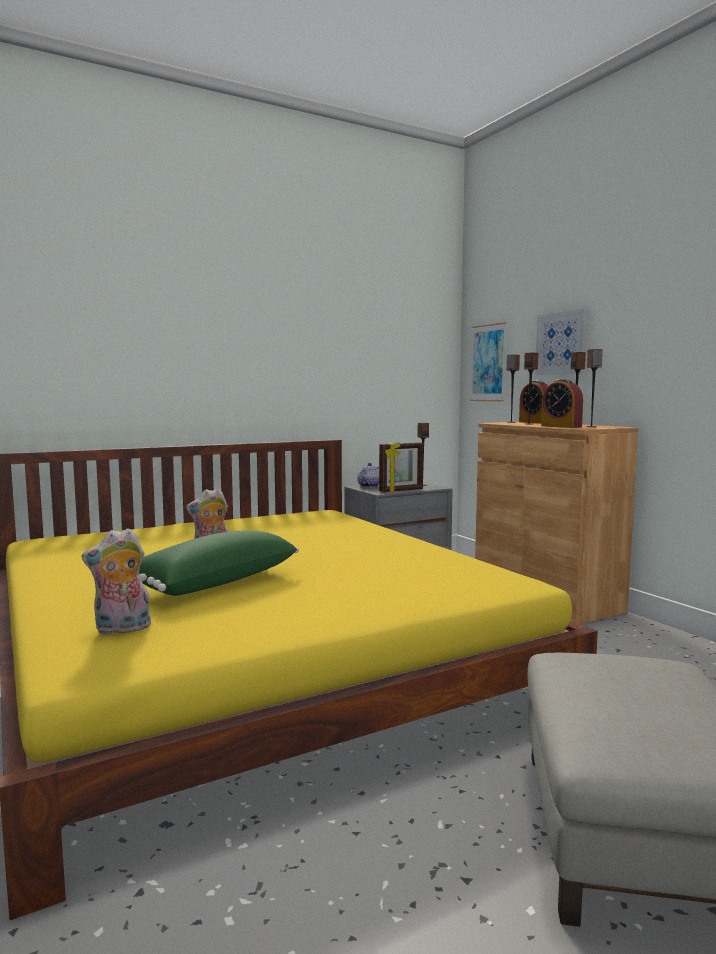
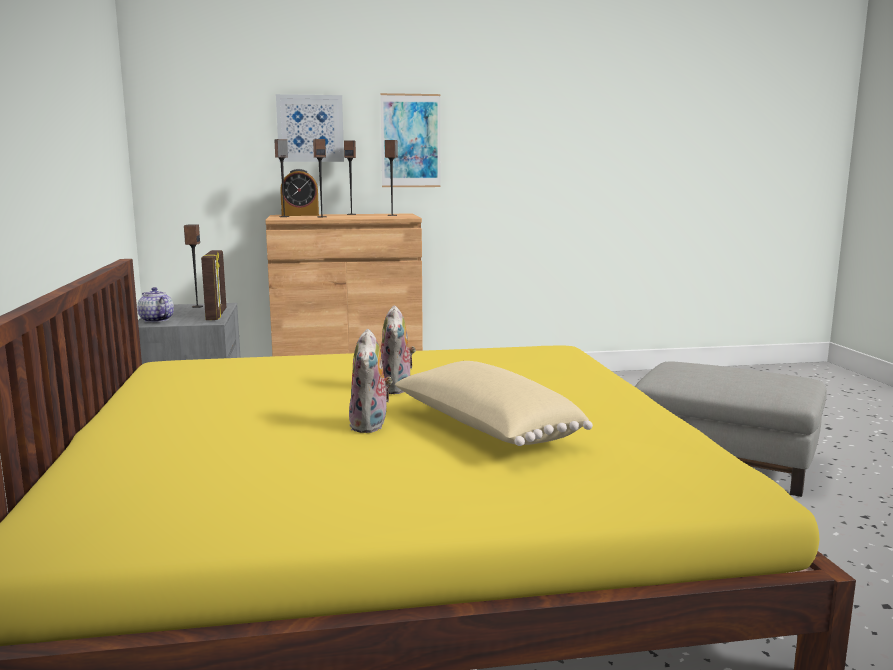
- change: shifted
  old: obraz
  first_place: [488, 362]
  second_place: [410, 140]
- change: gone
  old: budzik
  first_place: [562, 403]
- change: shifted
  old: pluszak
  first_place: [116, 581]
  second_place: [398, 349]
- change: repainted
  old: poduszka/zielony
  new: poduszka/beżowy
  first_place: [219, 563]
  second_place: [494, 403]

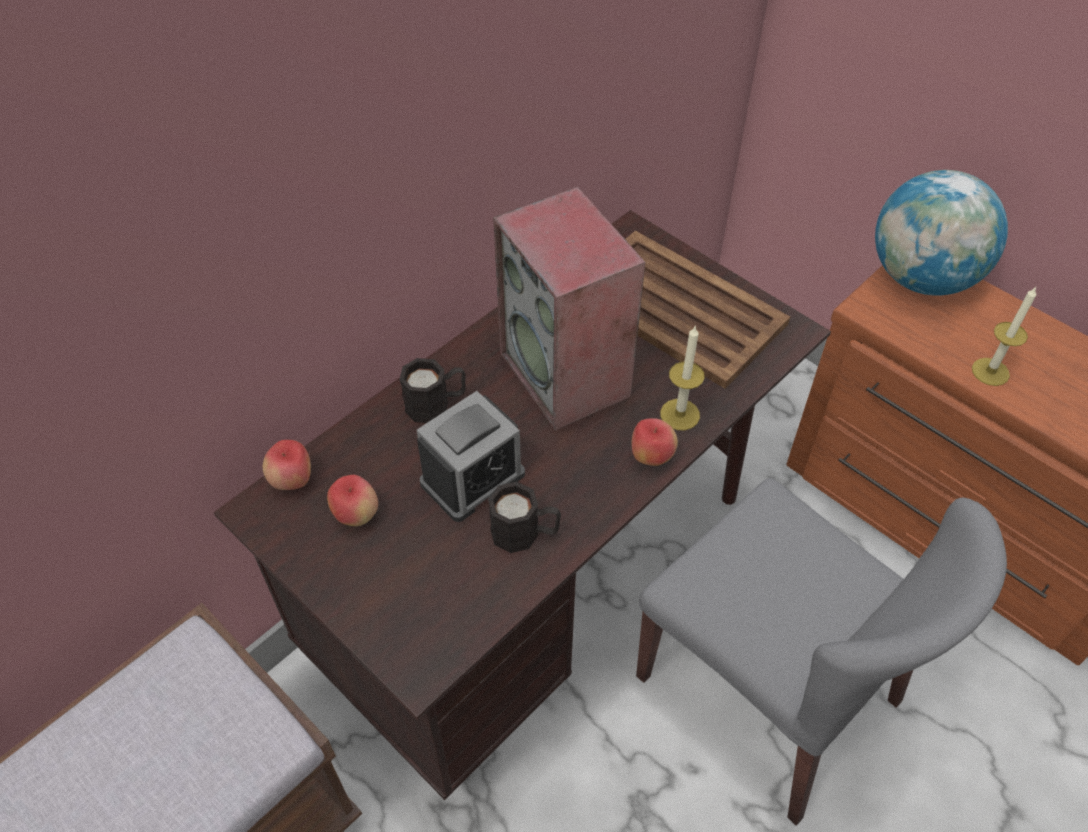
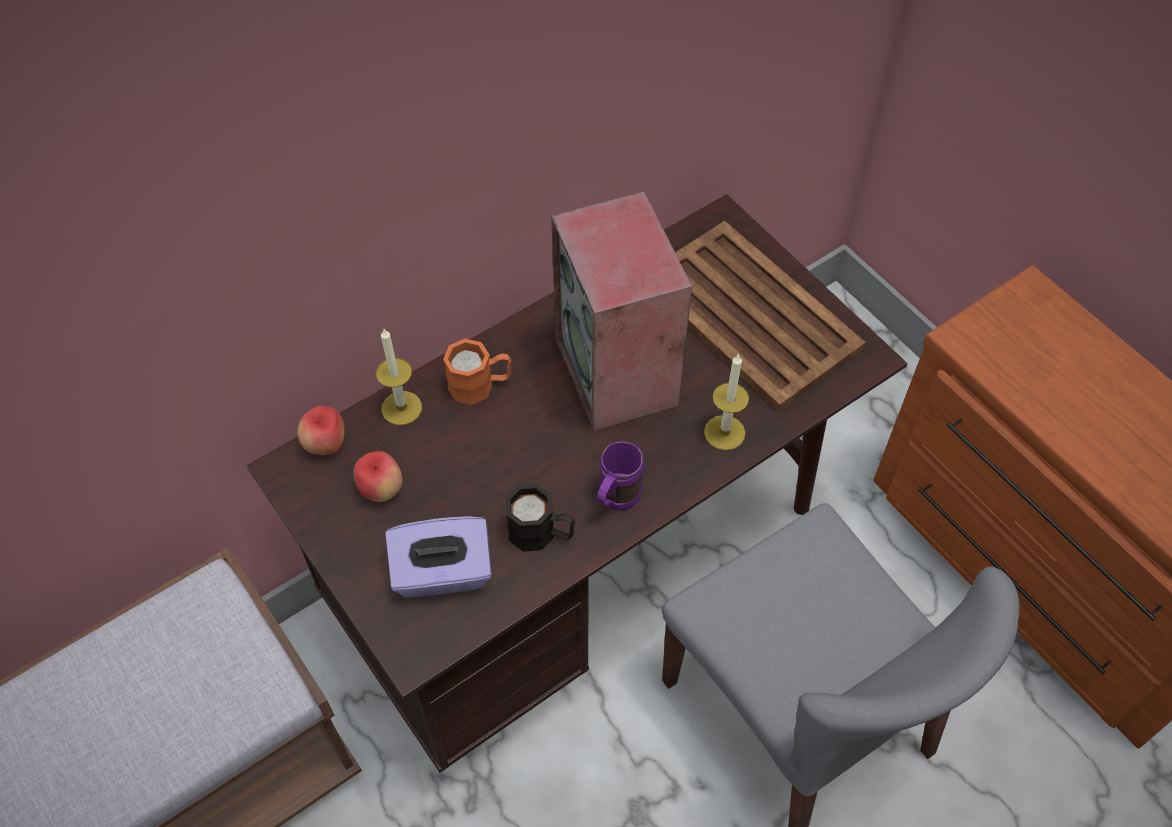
- change: gone
  old: globus
  first_place: [941, 233]
- change: shifted
  old: świeca
  first_place: [1004, 336]
  second_place: [399, 377]
- change: repainted
  old: kubek/czarny
  new: kubek/pomarańczowy
  first_place: [432, 390]
  second_place: [477, 372]
- change: gone
  old: budzik
  first_place: [471, 456]
- change: gone
  old: jabłko
  first_place: [655, 442]
- change: new
  new: kubek/fioletowy
  second_place: [620, 476]
- change: new
  new: pudełko chusteczek/fioletowy
  second_place: [438, 557]

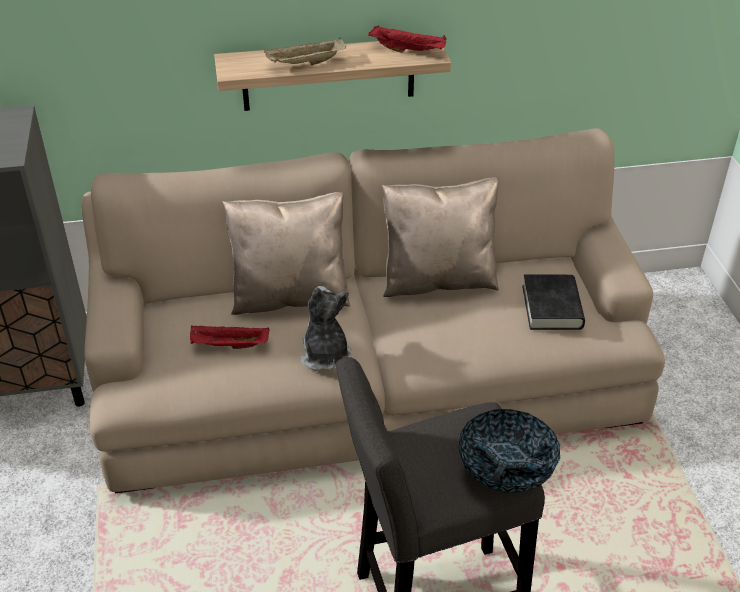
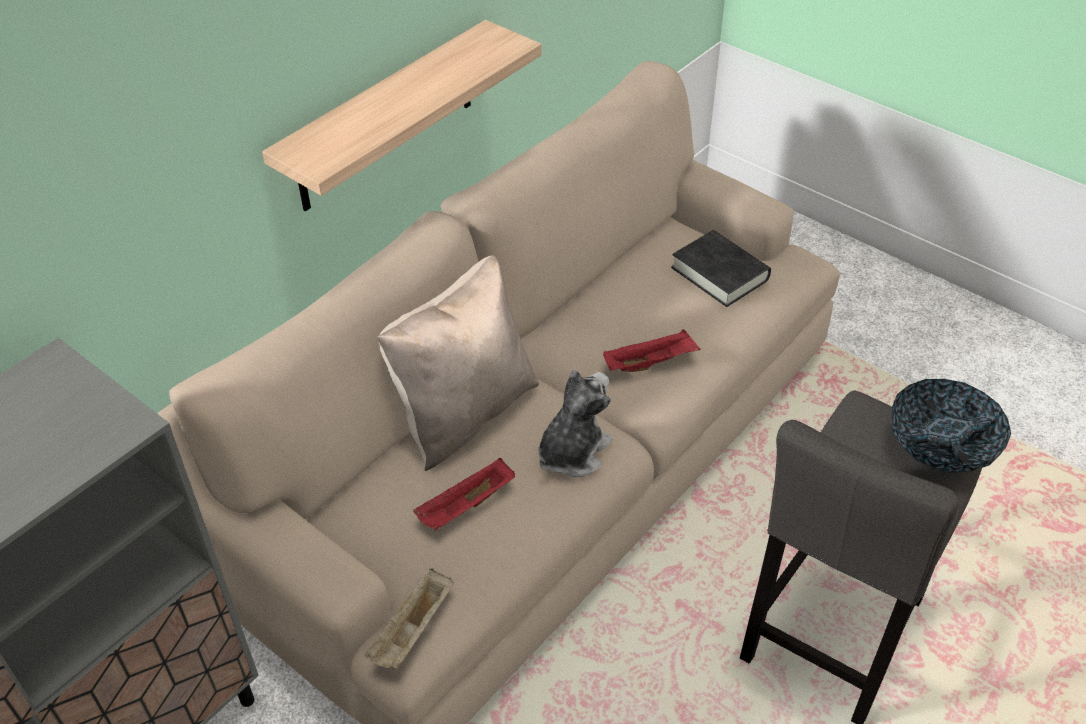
- change: shifted
  old: taca/czerwony
  first_place: [407, 39]
  second_place: [652, 350]
- change: shifted
  old: taca/beżowy
  first_place: [305, 51]
  second_place: [409, 618]
- change: gone
  old: poduszka/beżowy
  first_place: [440, 237]
- change: rotated
  old: pluszak
  first_place: [326, 328]
  second_place: [575, 423]
  degrees: 90

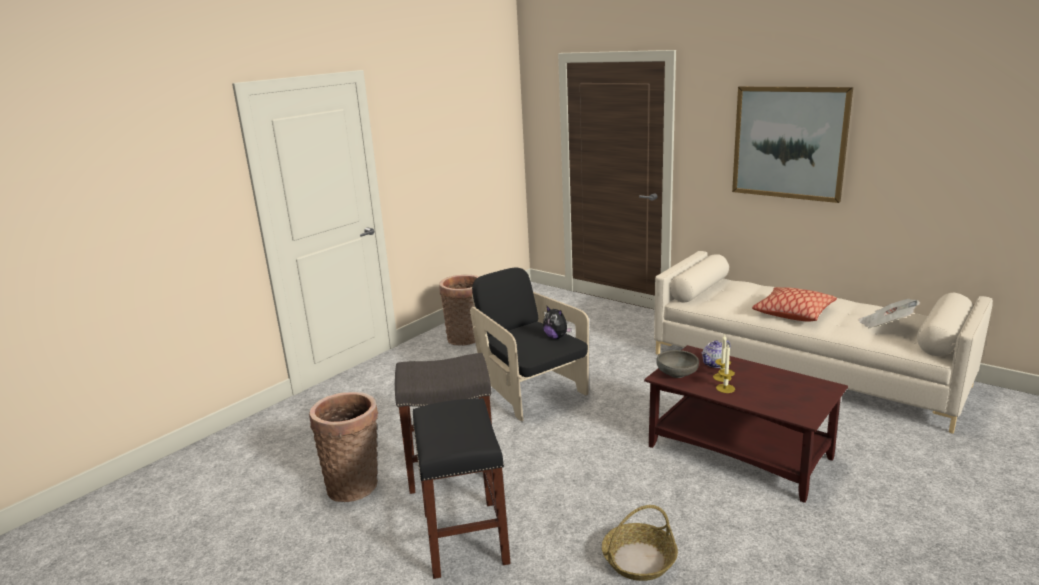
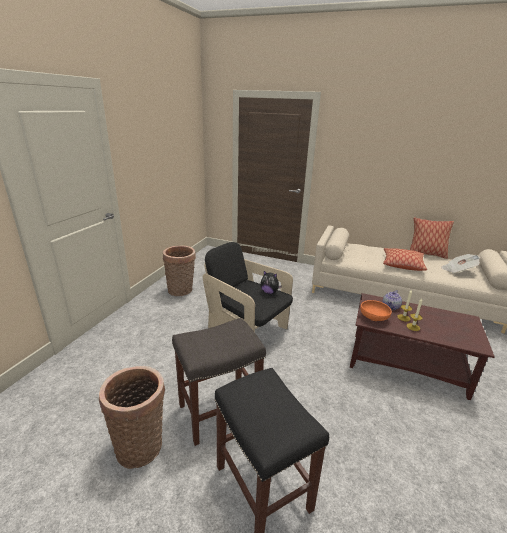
- change: gone
  old: obraz
  first_place: [792, 144]
- change: repainted
  old: miska/szary
  new: miska/pomarańczowy
  first_place: [677, 364]
  second_place: [376, 310]
- change: gone
  old: koszyk
  first_place: [640, 543]
- change: new
  new: poduszka
  second_place: [432, 238]

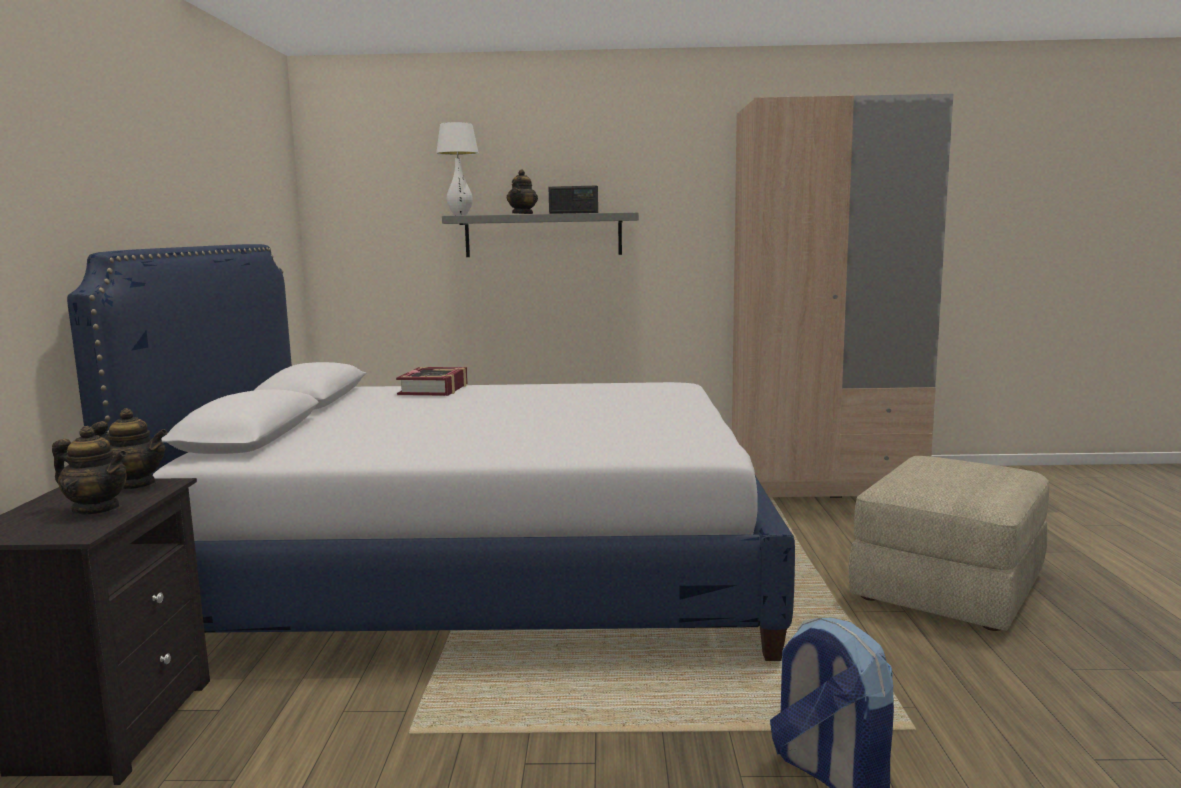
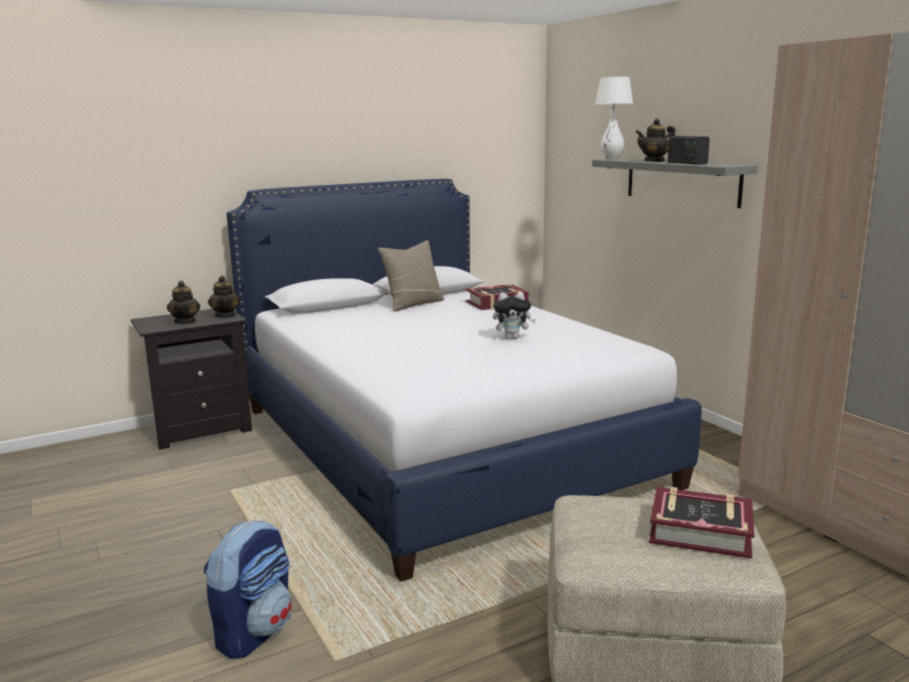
- change: new
  new: poduszka/beżowy
  second_place: [411, 275]
- change: new
  new: pluszak
  second_place: [514, 315]
- change: new
  new: książka
  second_place: [701, 523]

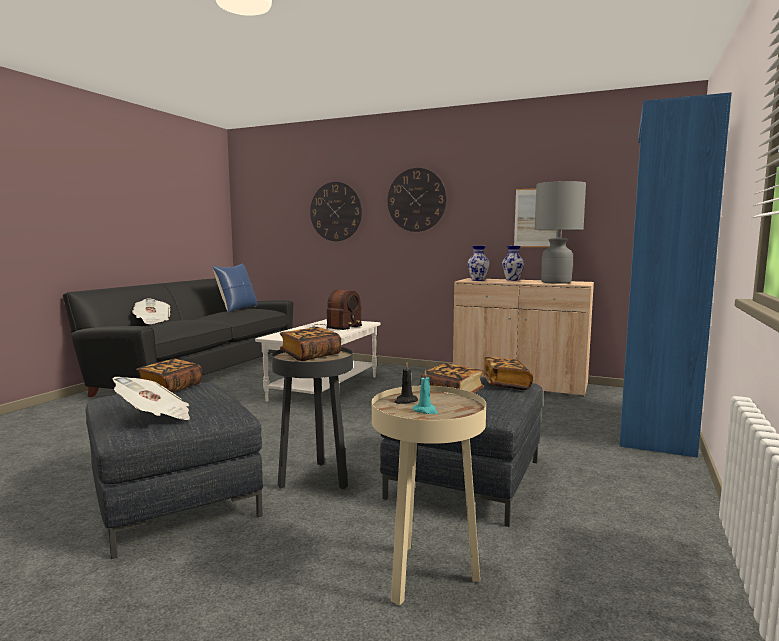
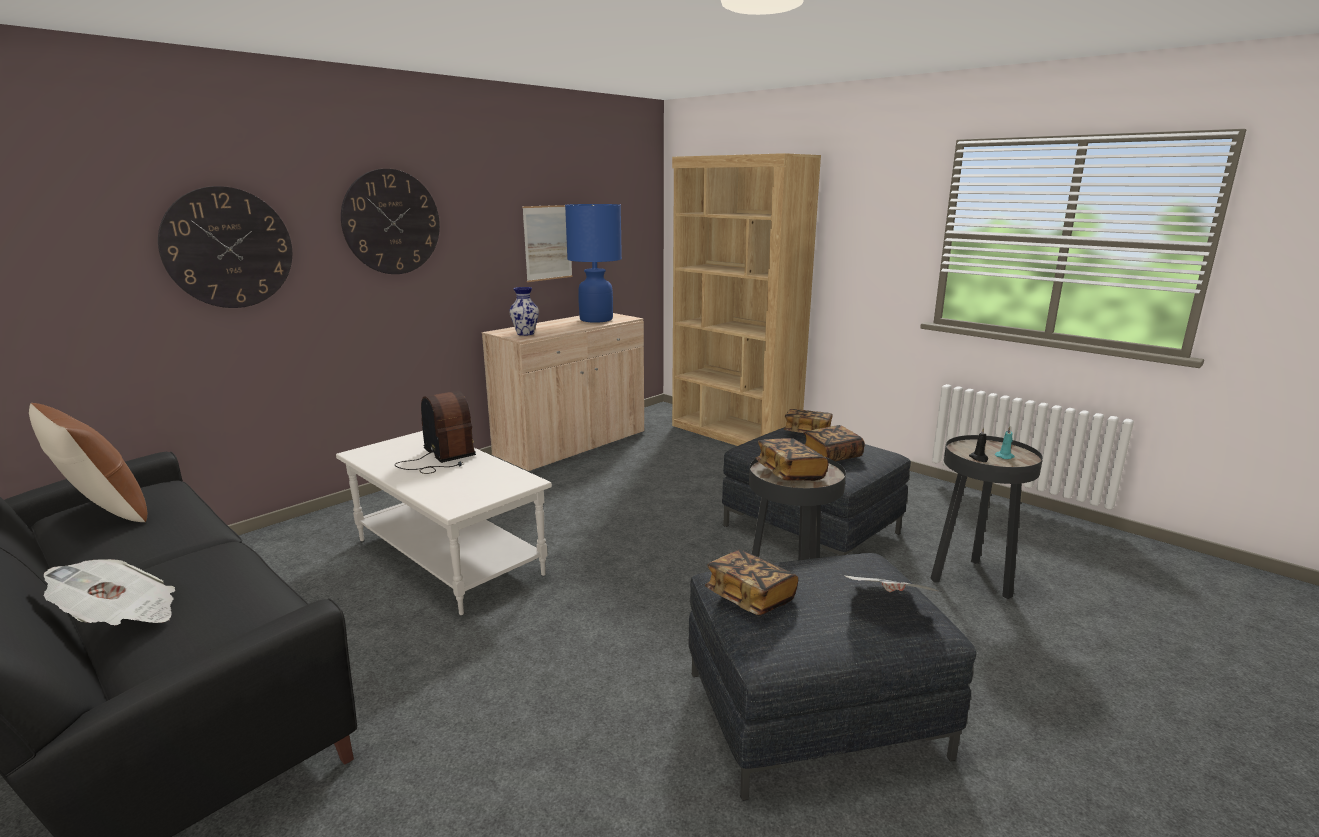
- change: repainted
  old: regał/niebieski
  new: regał/brązowy
  first_place: [676, 275]
  second_place: [746, 299]
- change: repainted
  old: lampa stołowa/szary
  new: lampa stołowa/niebieski
  first_place: [560, 232]
  second_place: [593, 263]
- change: gone
  old: wazon
  first_place: [513, 263]
- change: repainted
  old: poduszka/niebieski
  new: poduszka/brązowy
  first_place: [234, 288]
  second_place: [88, 462]
- change: repainted
  old: stolik/beżowy
  new: stolik/czarny
  first_place: [429, 495]
  second_place: [987, 517]

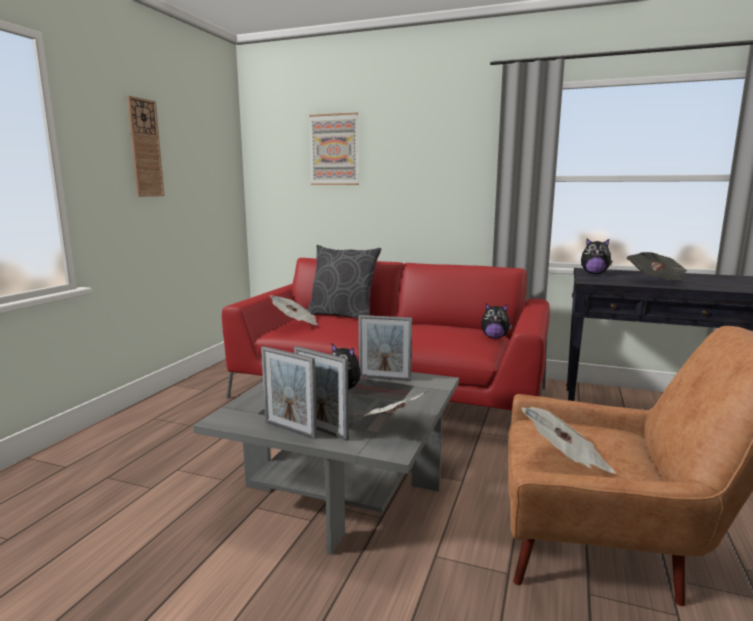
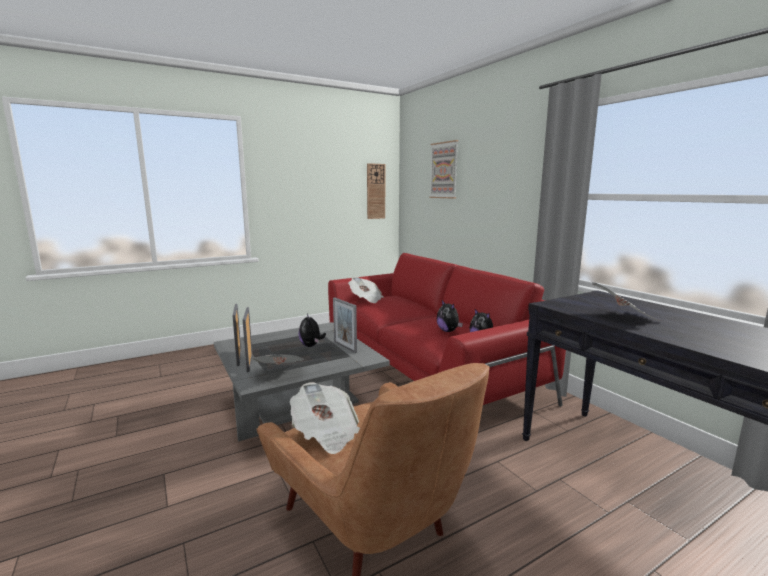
- change: shifted
  old: zegar ścienny
  first_place: [146, 146]
  second_place: [376, 191]
- change: shifted
  old: pluszak
  first_place: [597, 256]
  second_place: [450, 316]
- change: gone
  old: poduszka/szary
  first_place: [343, 281]

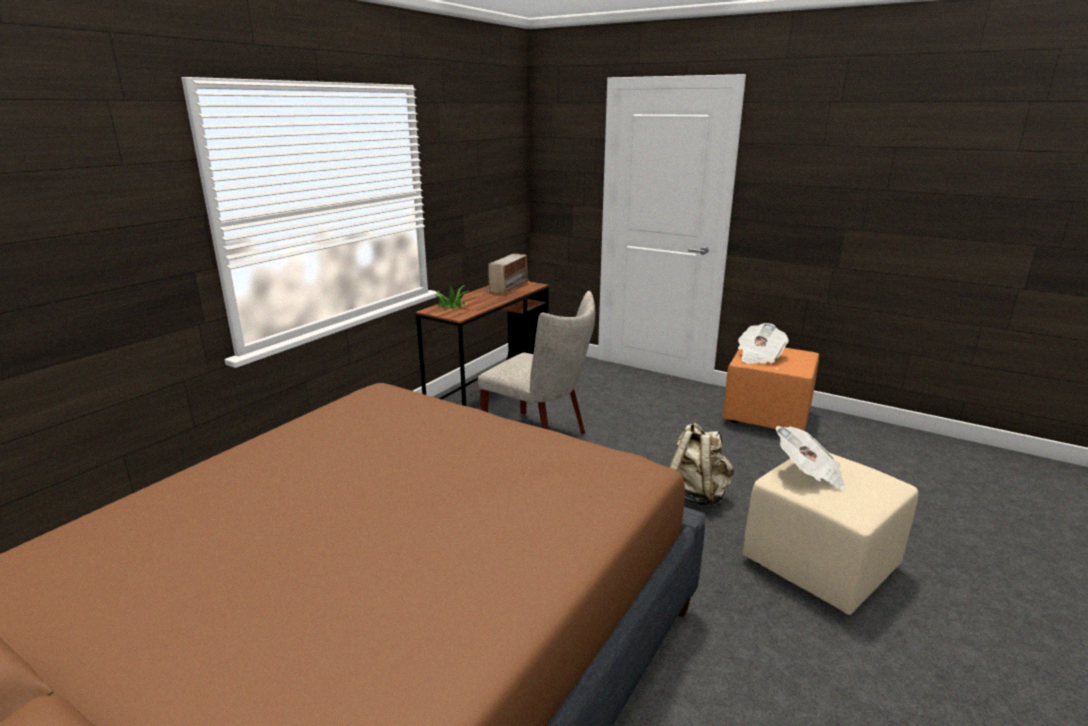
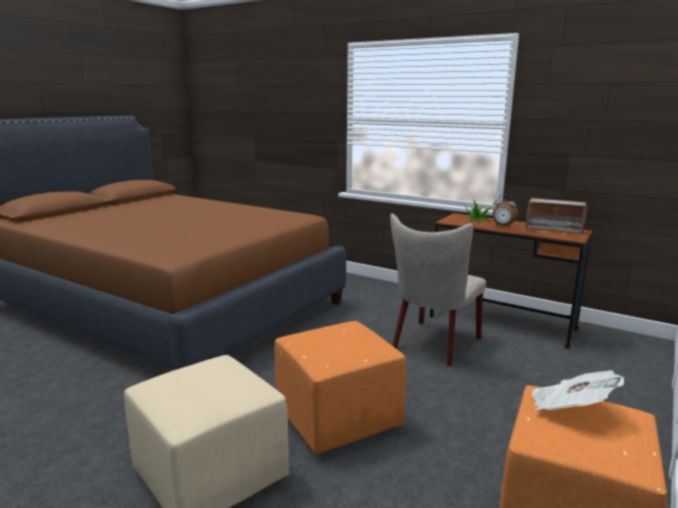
- change: swapped
  old: plecak/beżowy
  new: pufa/pomarańczowy
  first_place: [701, 464]
  second_place: [340, 387]
- change: gone
  old: gazeta
  first_place: [811, 458]
- change: new
  new: budzik
  second_place: [505, 210]

